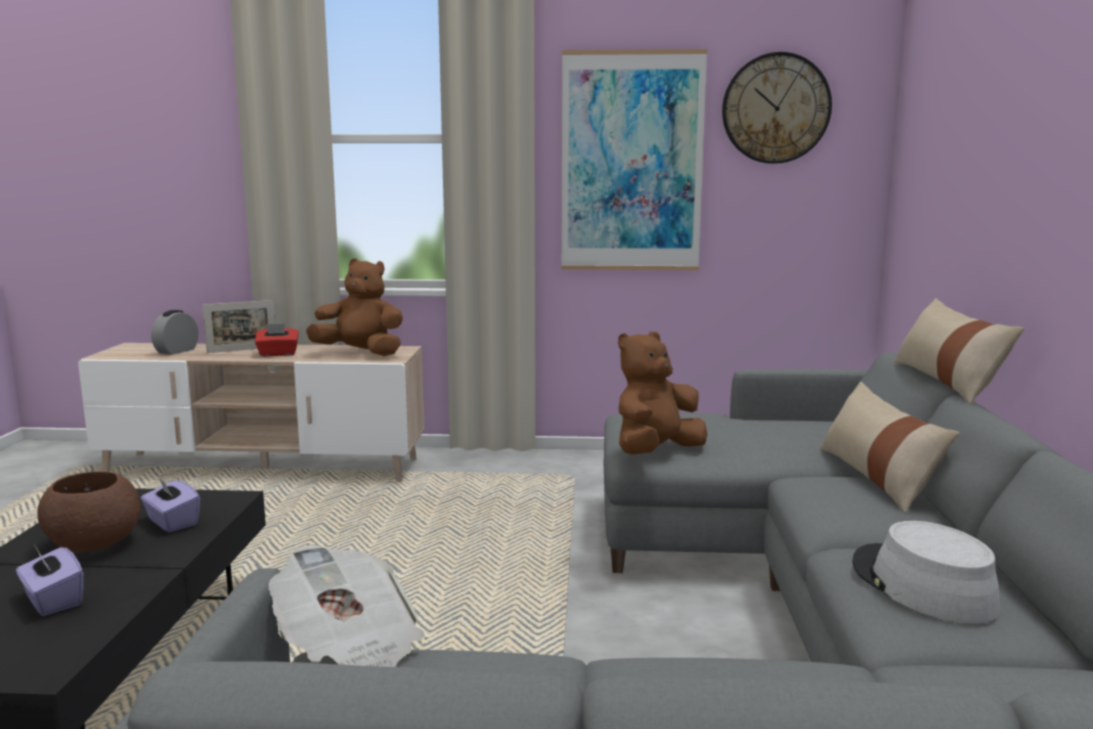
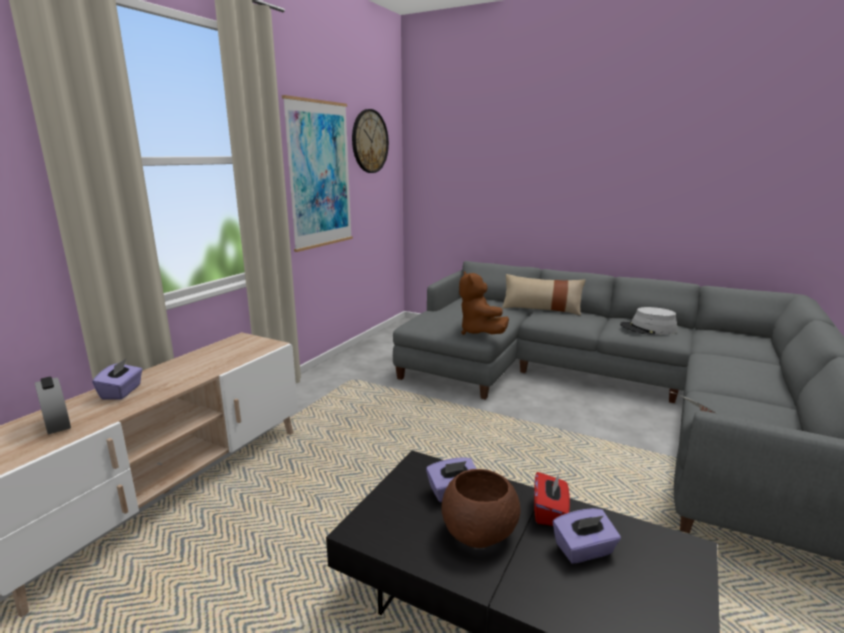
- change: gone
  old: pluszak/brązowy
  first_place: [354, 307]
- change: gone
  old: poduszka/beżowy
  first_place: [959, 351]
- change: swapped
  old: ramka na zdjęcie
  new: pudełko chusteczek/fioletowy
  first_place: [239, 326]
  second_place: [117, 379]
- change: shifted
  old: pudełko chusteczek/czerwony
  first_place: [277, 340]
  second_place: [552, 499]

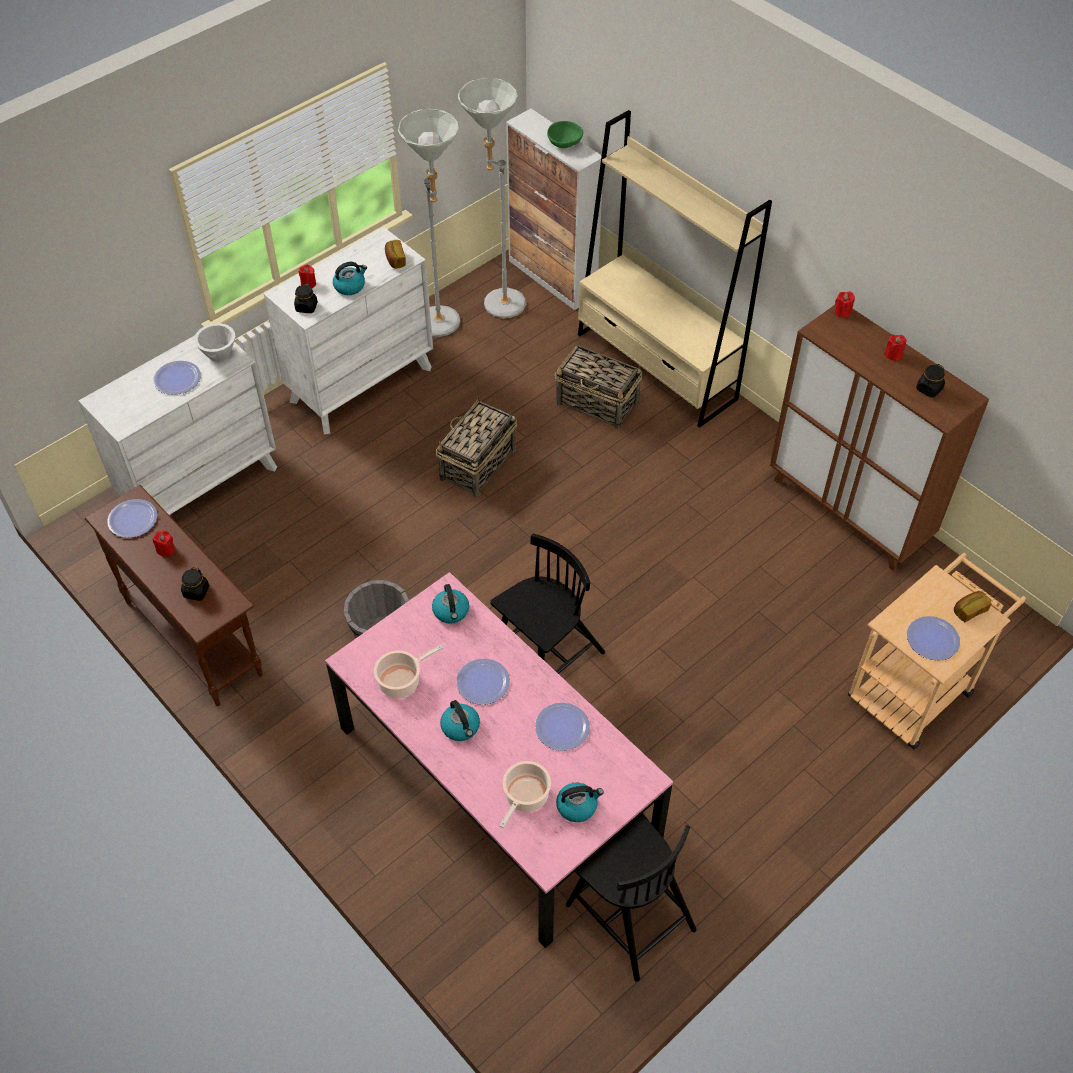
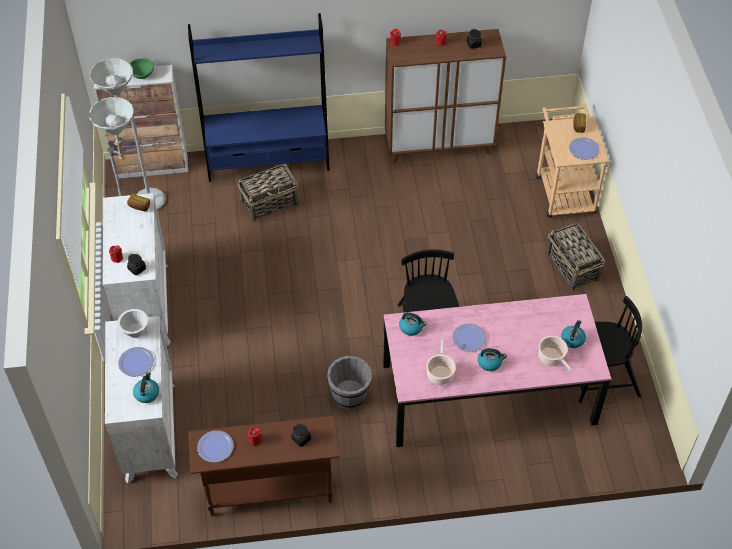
- change: repainted
  old: regał/beżowy
  new: regał/niebieski
  first_place: [675, 269]
  second_place: [259, 97]
- change: shifted
  old: czajnik
  first_place: [350, 278]
  second_place: [146, 387]
- change: shifted
  old: koszyk
  first_place: [476, 447]
  second_place: [576, 257]
- change: gone
  old: talerz
  first_place: [562, 726]

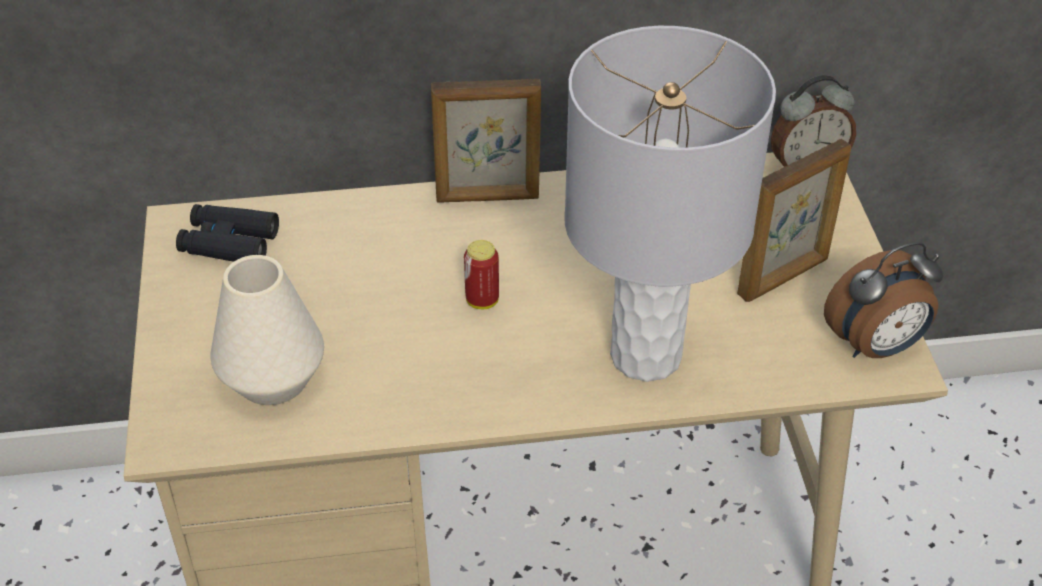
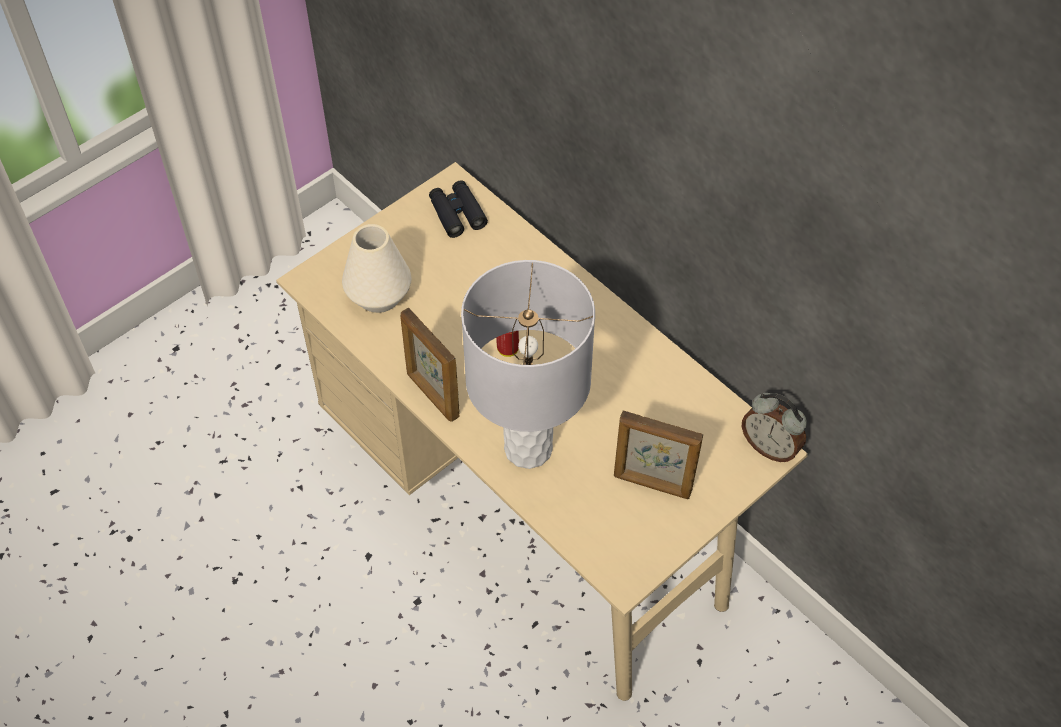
- change: shifted
  old: ramka na zdjęcie
  first_place: [486, 141]
  second_place: [430, 365]
- change: gone
  old: budzik
  first_place: [884, 300]

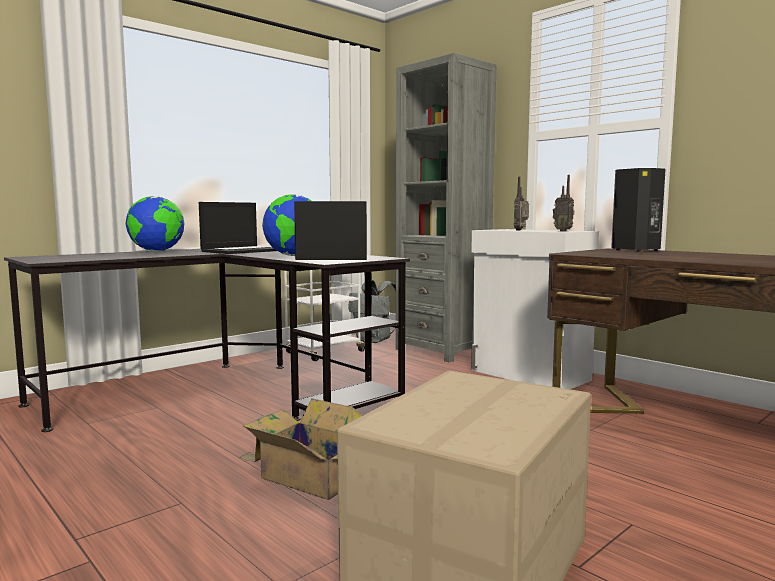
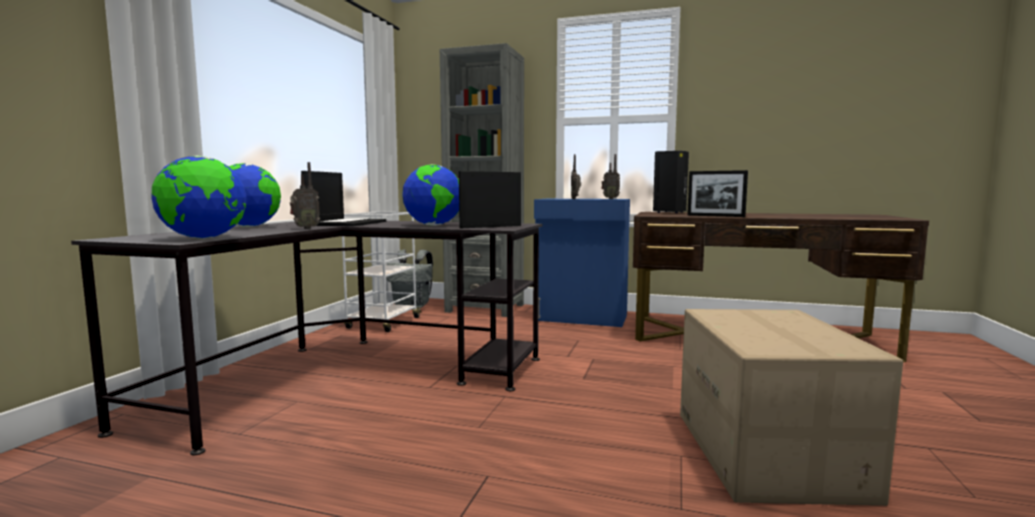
- change: repainted
  old: szafka/biały
  new: szafka/niebieski
  first_place: [535, 309]
  second_place: [582, 263]
- change: gone
  old: karton
  first_place: [300, 449]
- change: new
  new: globus
  second_place: [199, 197]
- change: new
  new: radio
  second_place: [305, 195]
- change: new
  new: ramka na zdjęcie
  second_place: [717, 193]

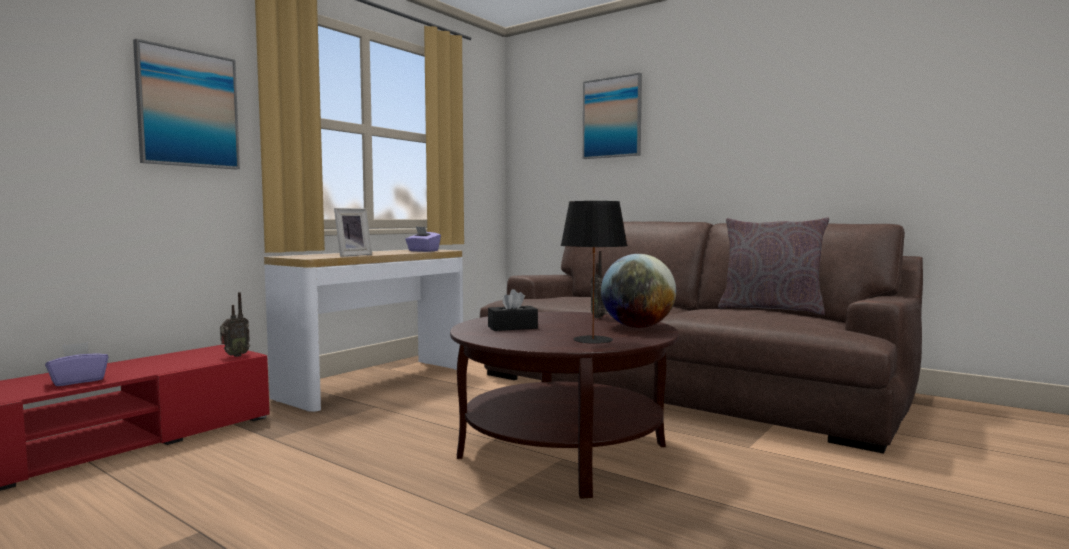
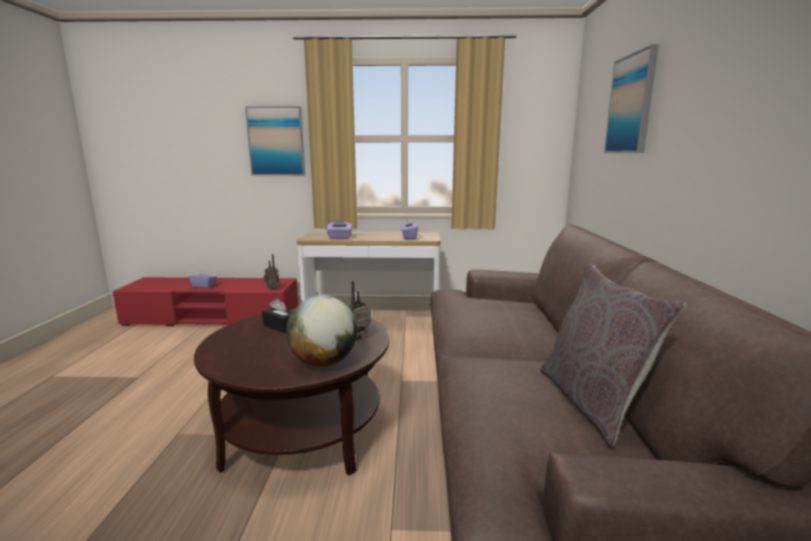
- change: gone
  old: lampa stołowa/czarny
  first_place: [594, 272]
- change: swapped
  old: ramka na zdjęcie
  new: pudełko chusteczek/fioletowy
  first_place: [353, 232]
  second_place: [340, 229]

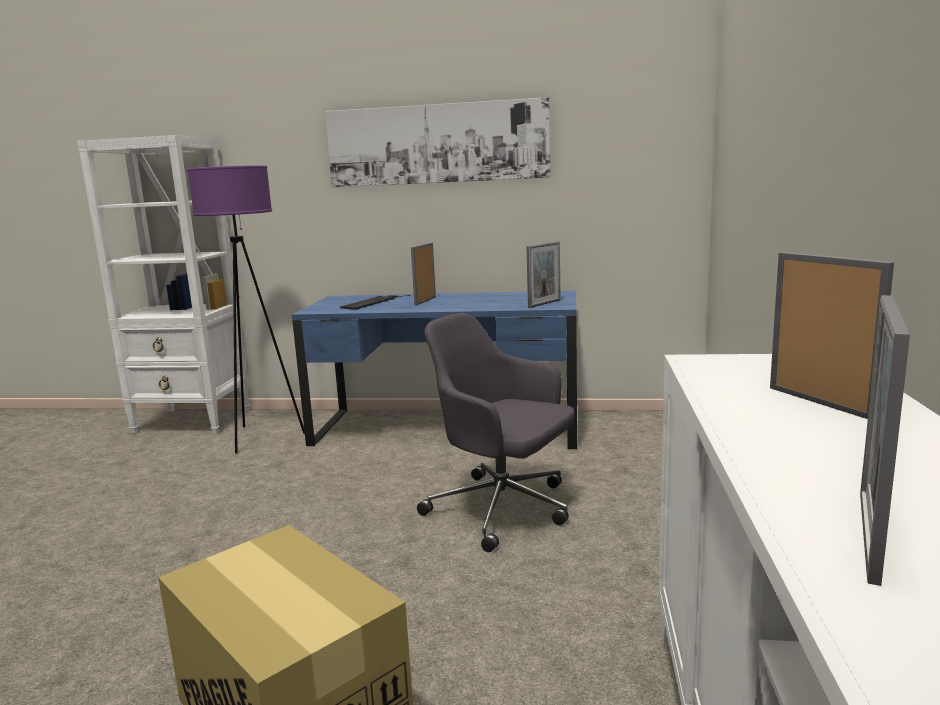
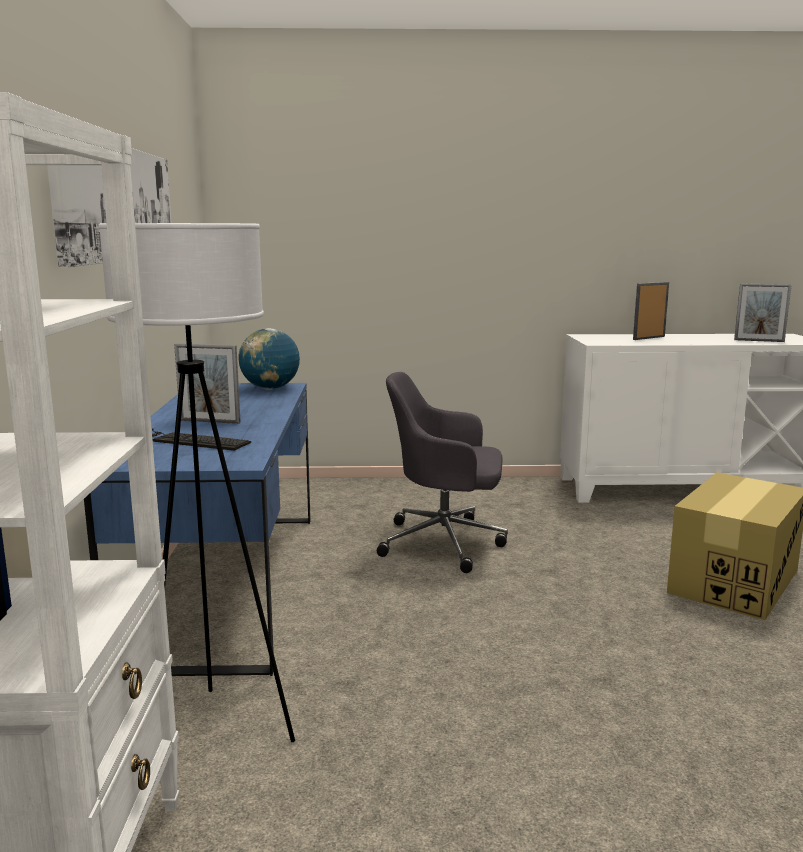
- change: repainted
  old: lampa stojąca/fioletowy
  new: lampa stojąca/biały
  first_place: [246, 309]
  second_place: [197, 482]
- change: swapped
  old: ramka na zdjęcie
  new: globus
  first_place: [544, 274]
  second_place: [269, 359]
- change: rotated
  old: krzesło biurowe/szary
  first_place: [496, 432]
  second_place: [442, 472]
  degrees: 75

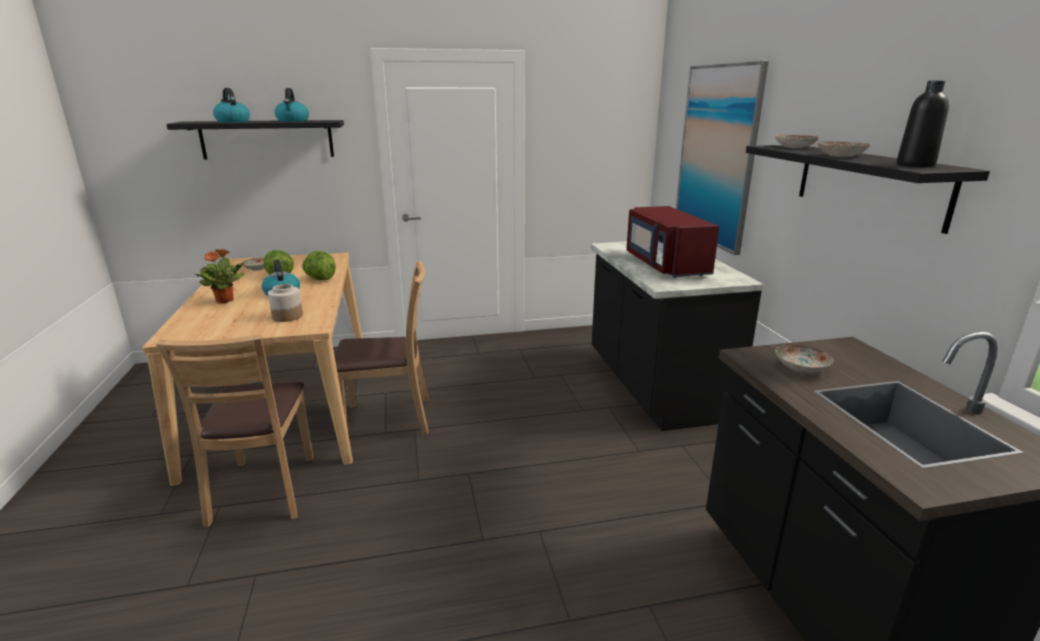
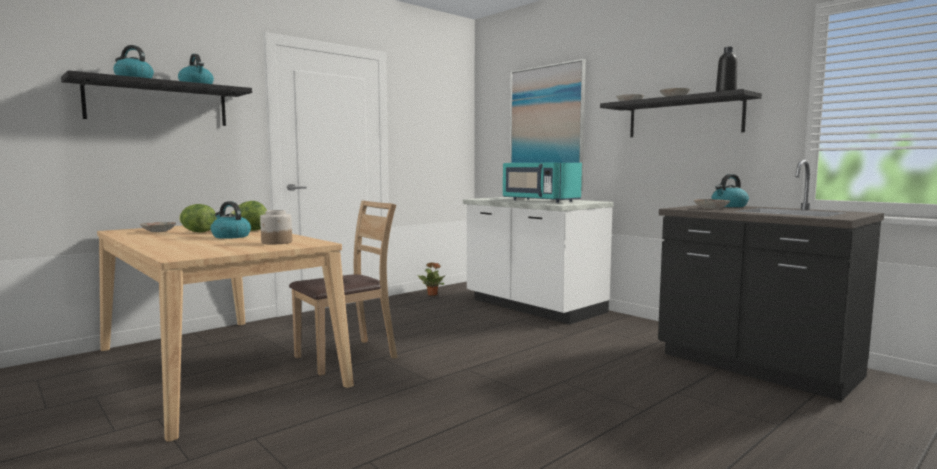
- change: repainted
  old: mikrofalówka/czerwony
  new: mikrofalówka/turkusowy
  first_place: [672, 242]
  second_place: [542, 183]
- change: repainted
  old: zabudowa kuchenna/czarny
  new: zabudowa kuchenna/biały
  first_place: [677, 336]
  second_place: [538, 260]
- change: shifted
  old: roślina doniczkowa
  first_place: [220, 276]
  second_place: [431, 279]
- change: gone
  old: krzesło/brązowy
  first_place: [234, 430]
- change: new
  new: czajnik
  second_place: [730, 190]

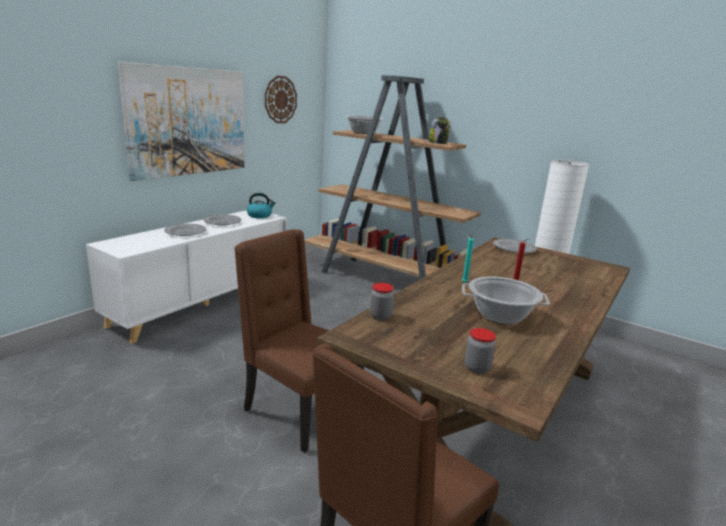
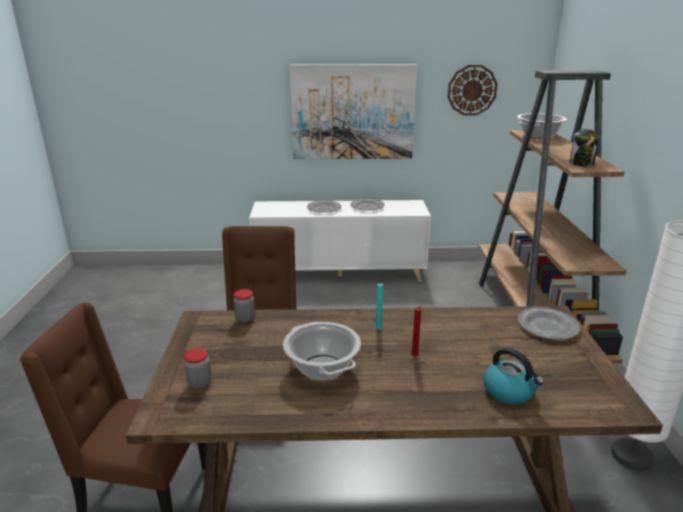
- change: shifted
  old: czajnik
  first_place: [261, 205]
  second_place: [514, 376]

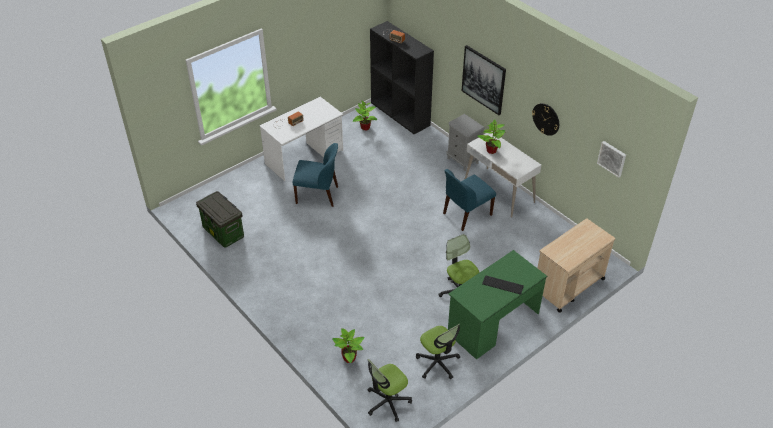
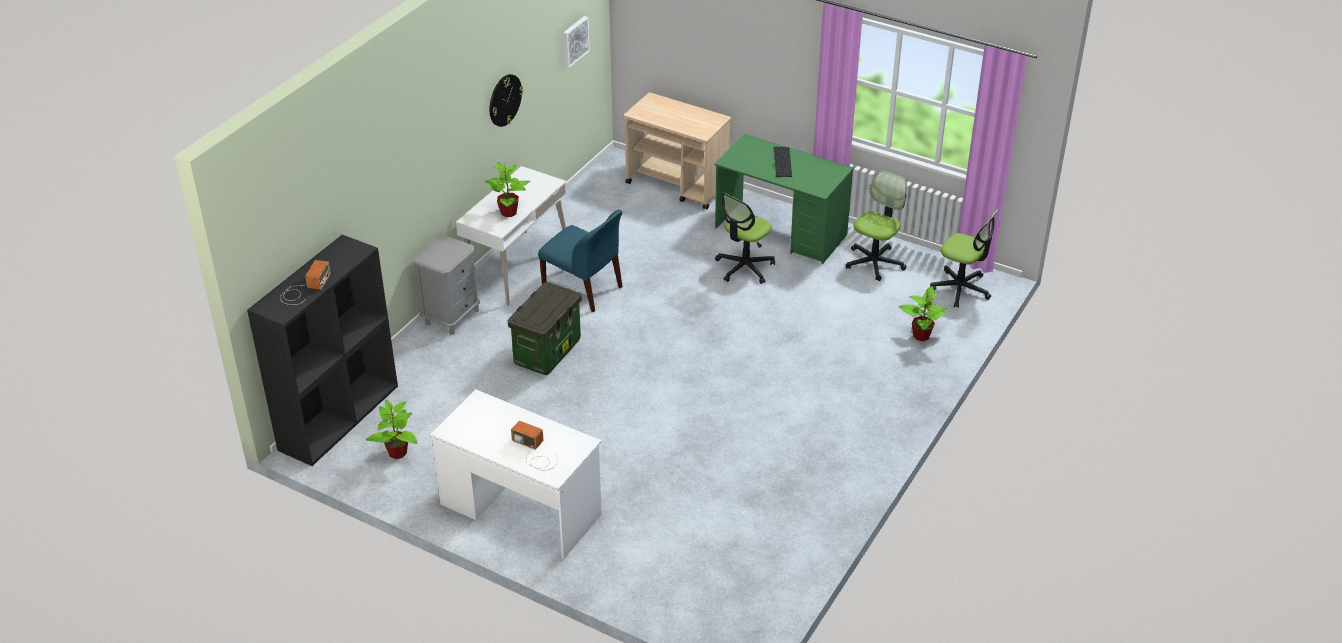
- change: gone
  old: obraz
  first_place: [484, 80]
- change: gone
  old: krzesło/niebieski
  first_place: [315, 175]
- change: shifted
  old: pojemnik do przechowywania
  first_place: [220, 219]
  second_place: [545, 328]

